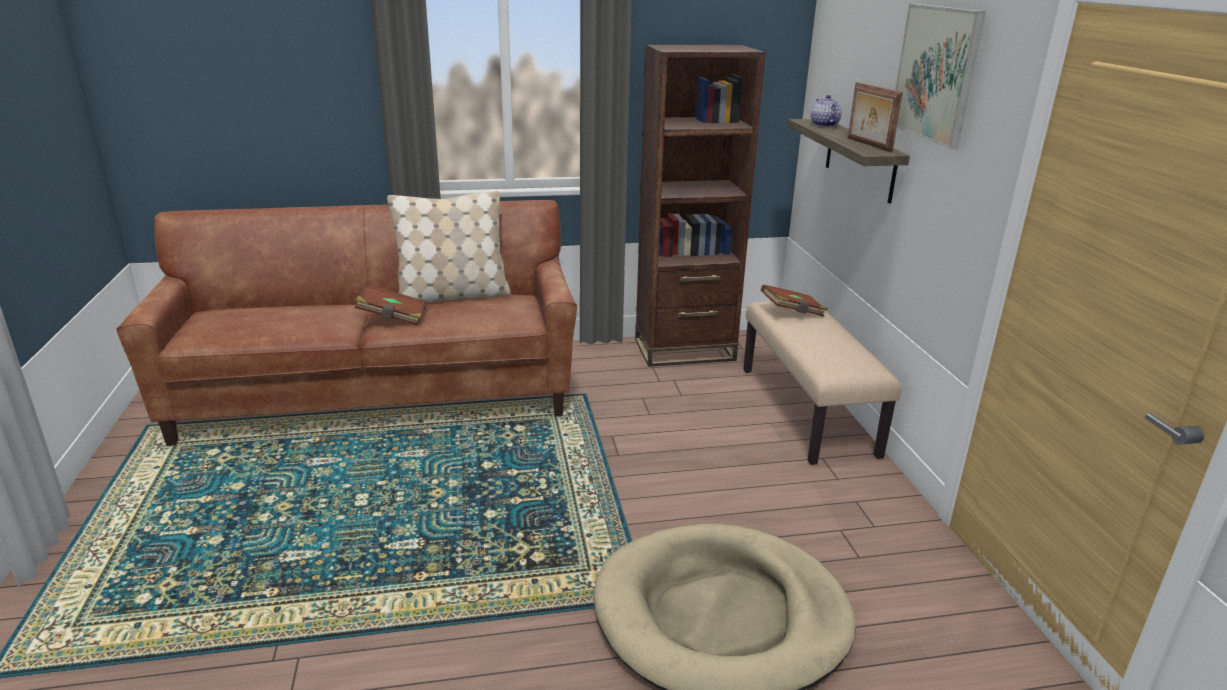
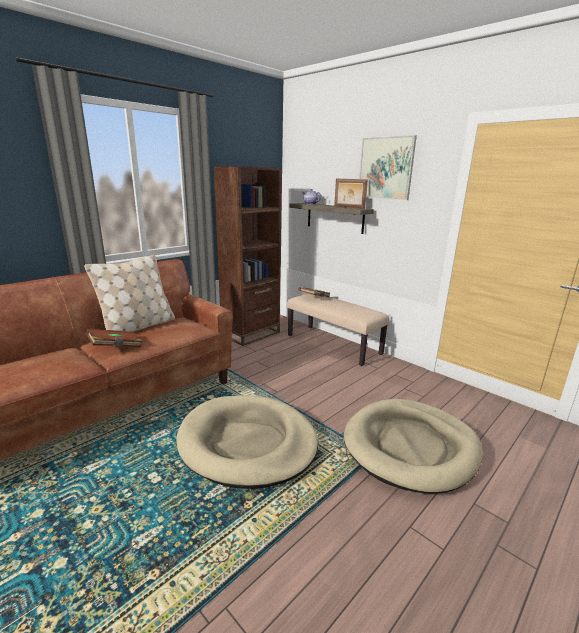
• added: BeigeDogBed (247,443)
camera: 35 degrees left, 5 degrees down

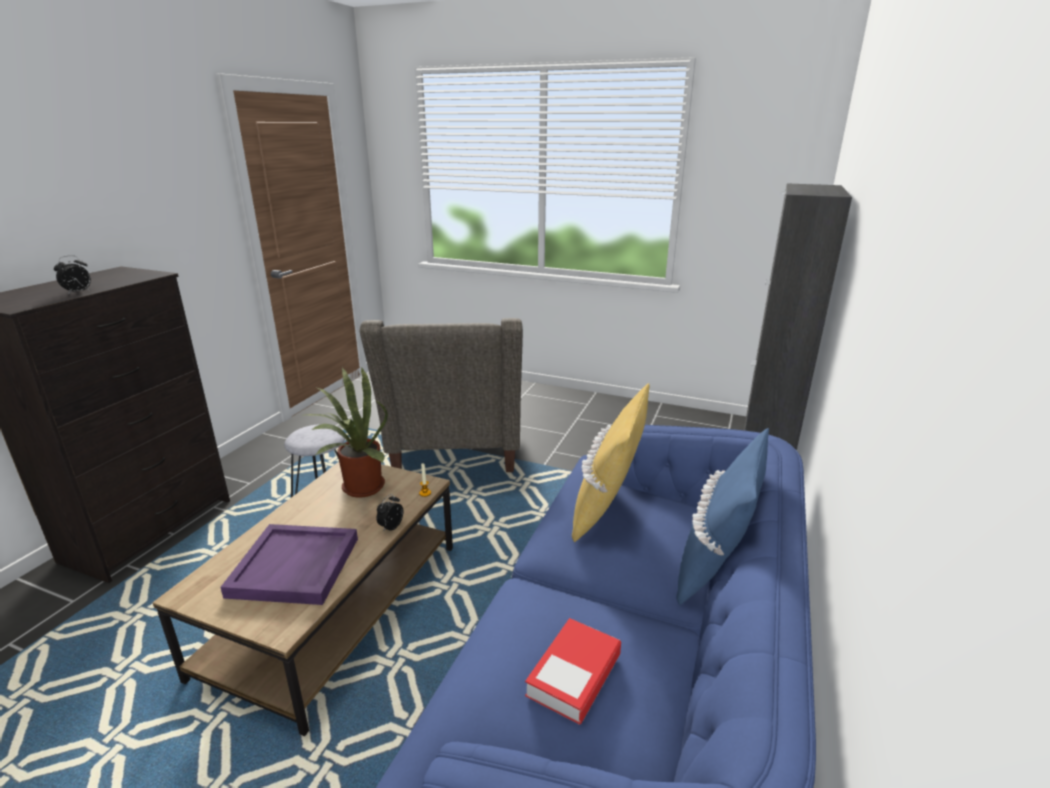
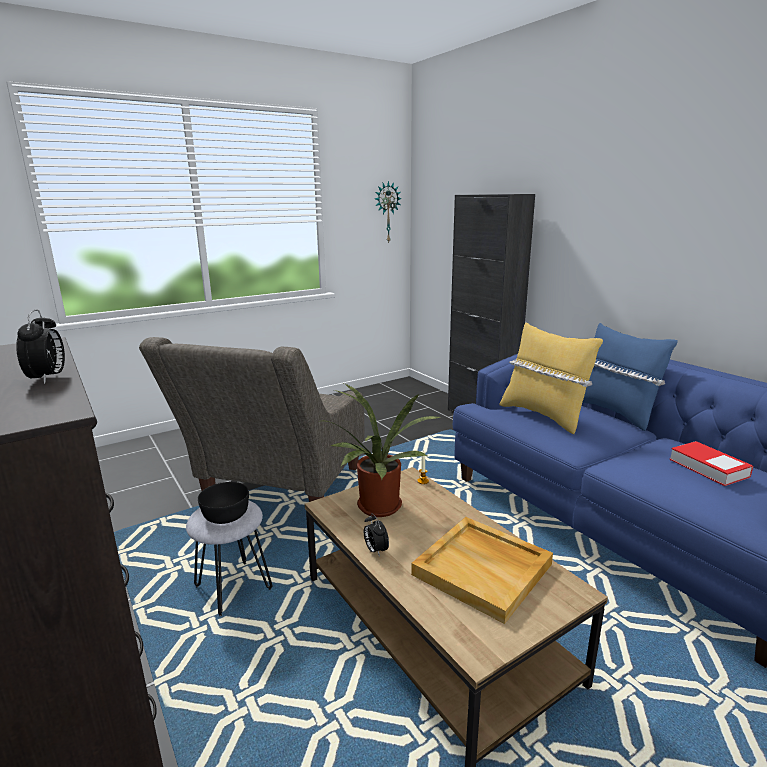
• recoloured: PurpleTray (295,567) to BeigeTray (483,569)
• turned: GreyArmchair (454,457) = (276,492) 75 degrees clockwise
• moved: AlarmClock (391,527) to (375,550)
• added: BlackBowl (225,515)
• added: WallClock (387,212)
camera: 55 degrees left, 5 degrees down

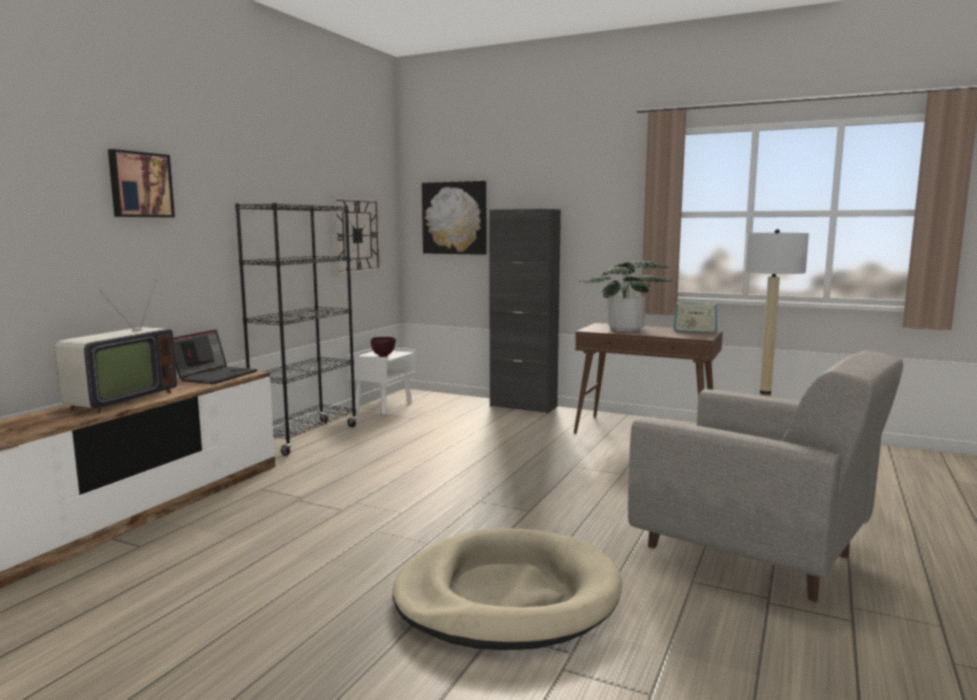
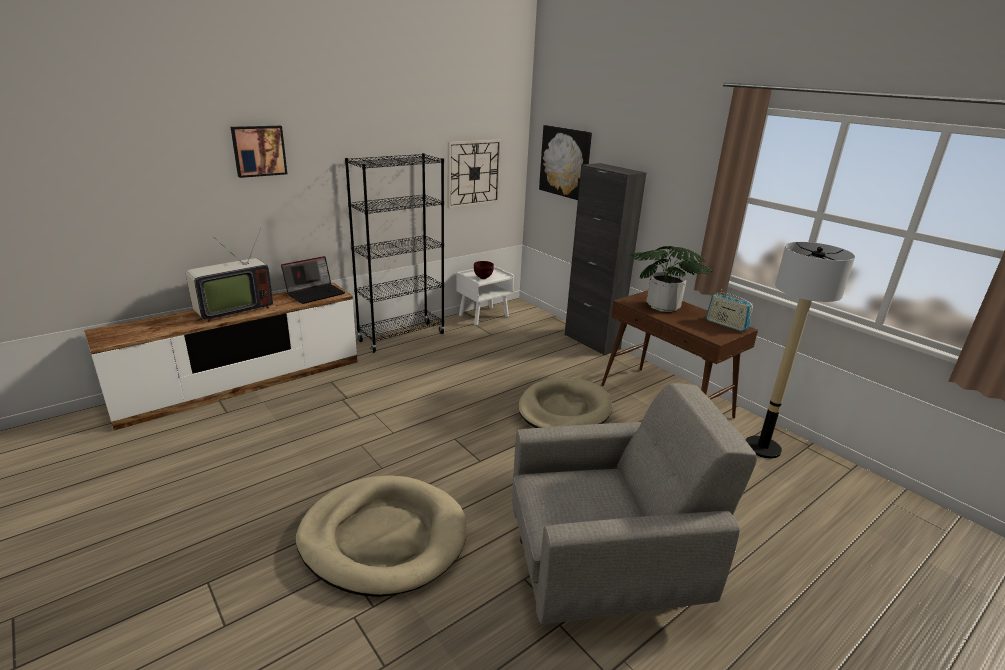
• turned: GreyArmchair (754,554) = (605,571) 75 degrees counterclockwise
• added: BeigeDogBed (564,410)
camera: 25 degrees right, 15 degrees up

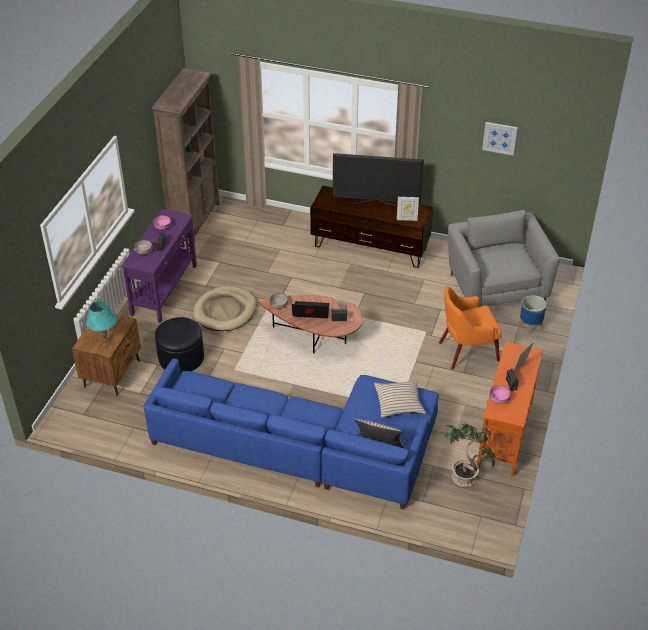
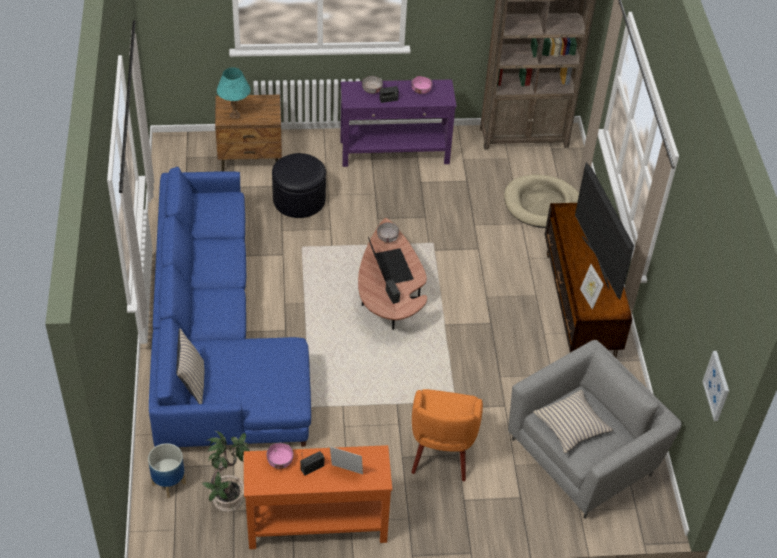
• moved: BeigeDogBed (225,311) to (542,205)
• moved: BeigePillow (399,402) to (571,426)
• turned: OrangeArmchair (466,351) = (441,451) 135 degrees counterclockwise
• moved: Picture (499,138) to (717,385)
• moved: Planter (529,327) to (168,483)
camera: 65 degrees right, 5 degrees up

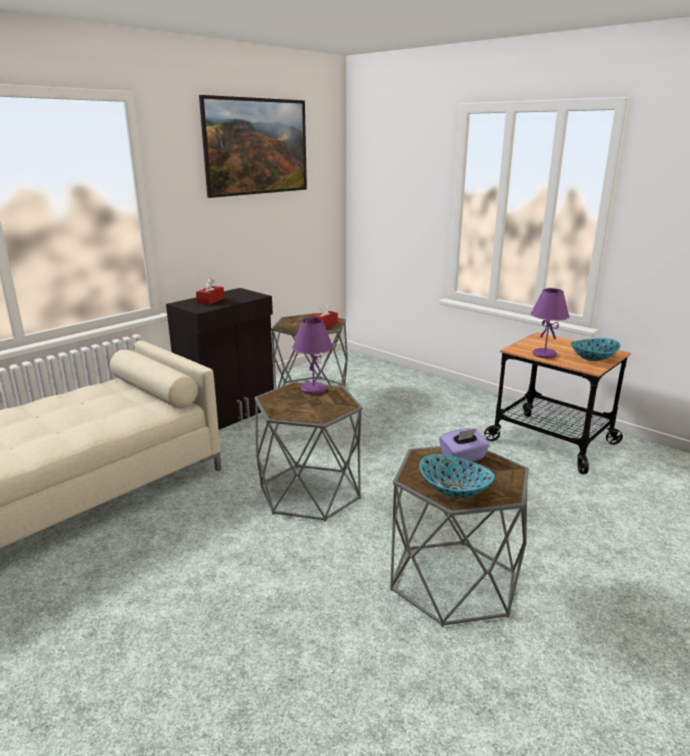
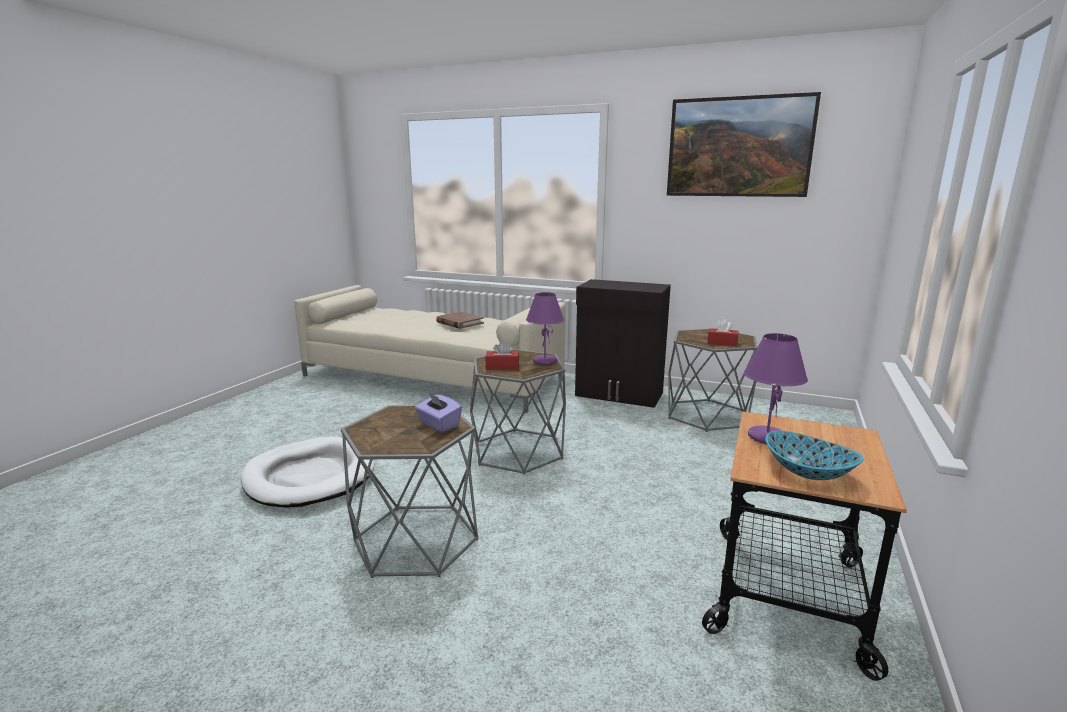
• moved: RedTissueBox (210,301) to (502,367)
• removed: Bowl (454,491)
• added: WhiteDogBed (309,477)
• added: BrownBook (459,322)
camera: 70 degrees right, 5 degrees down

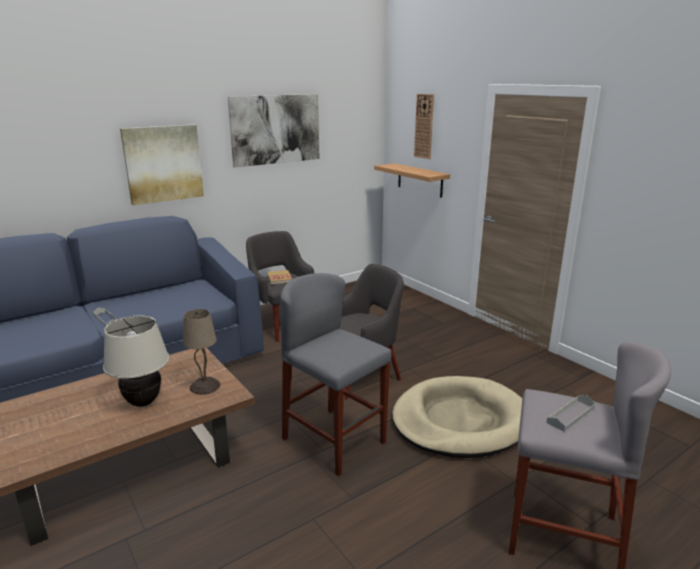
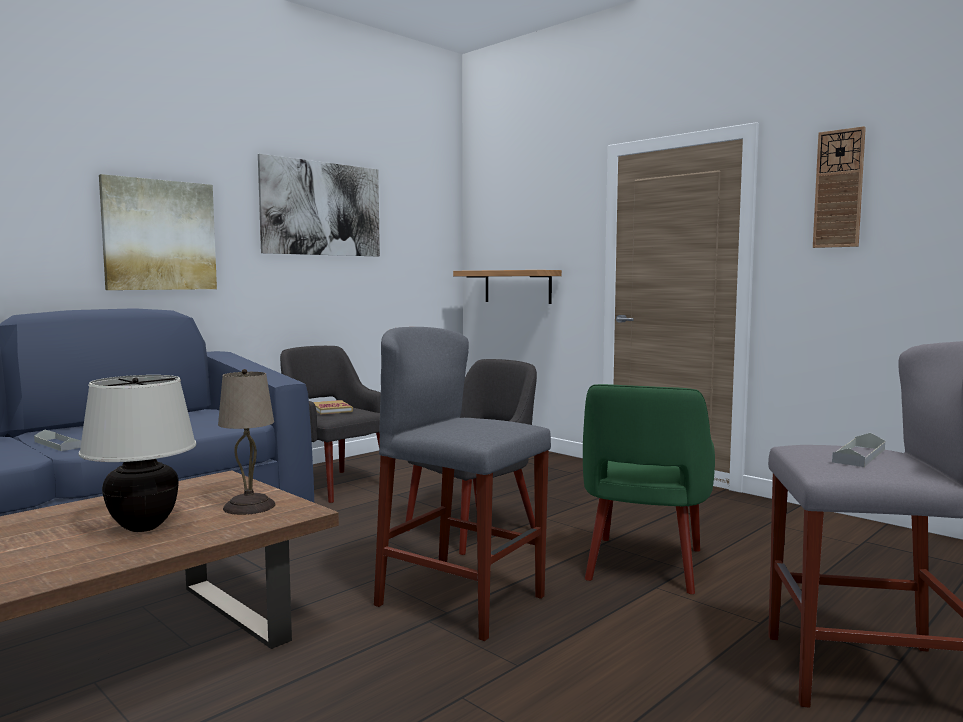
• replaced: BeigeDogBed (459,421) to GreenArmchair (644,565)
• moved: WallClock (424,126) to (839,189)
camera: 10 degrees left, 15 degrees down

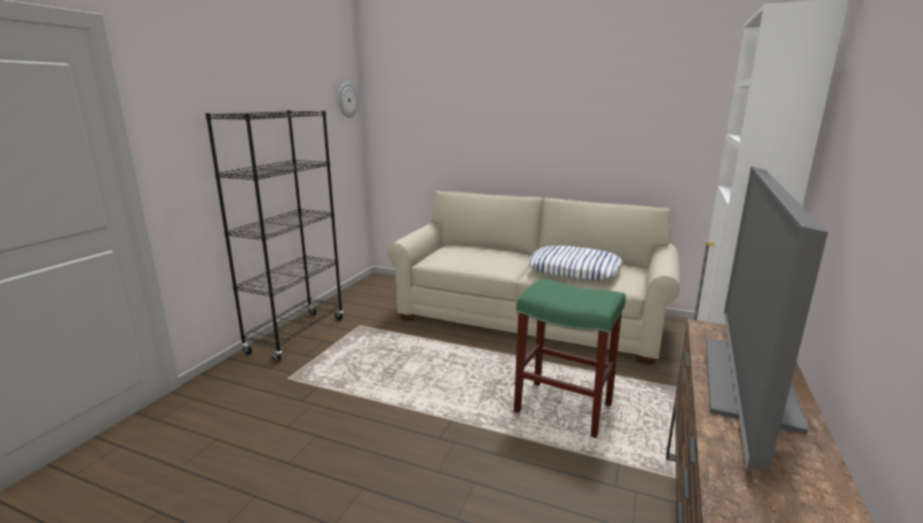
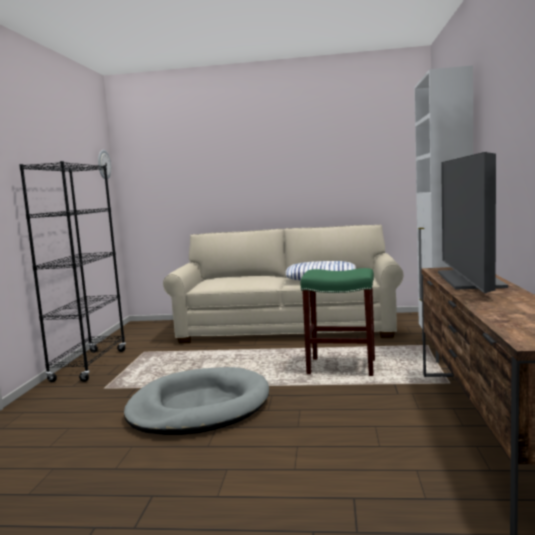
• added: GreyDogBed (199,407)
camera: 15 degrees left, 10 degrees down

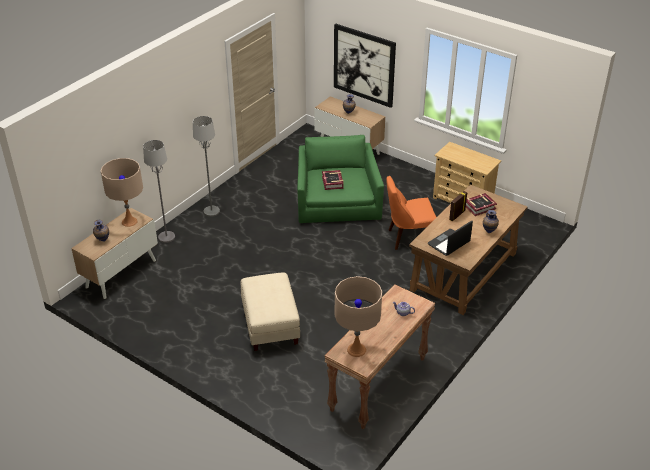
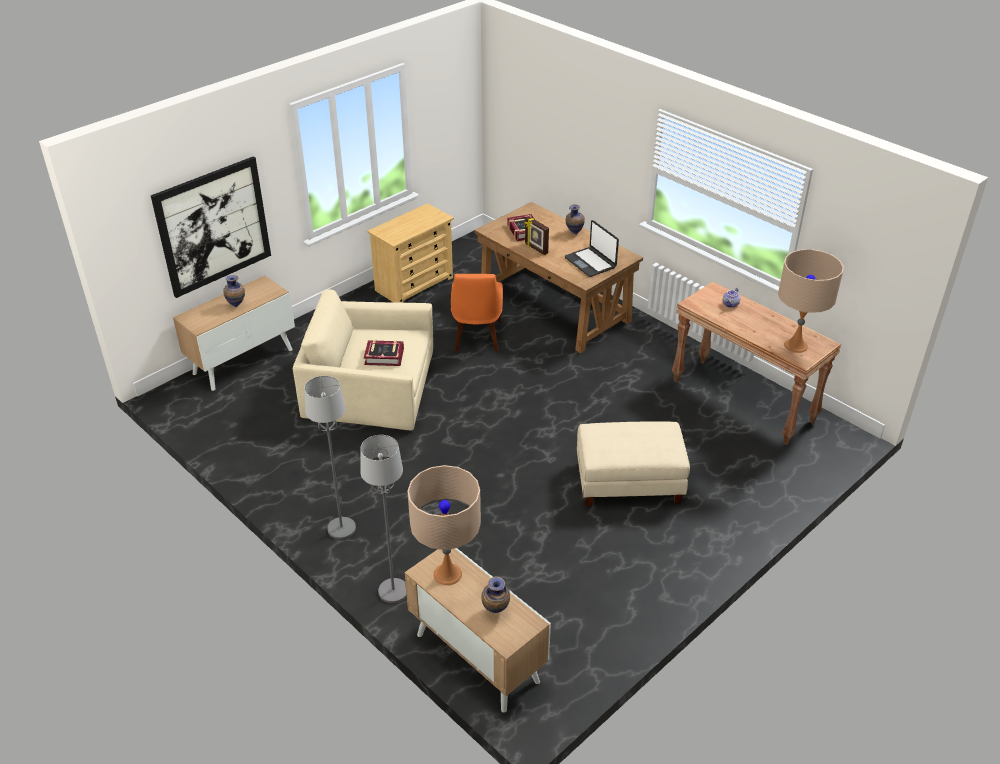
• recoloured: GreenArmchair (337,201) to BeigeArmchair (370,388)
camera: 80 degrees left, 0 degrees up

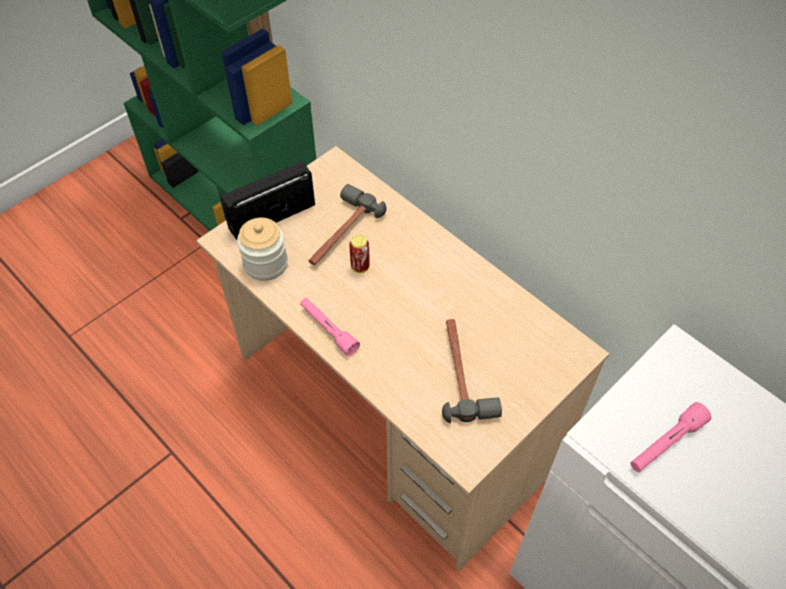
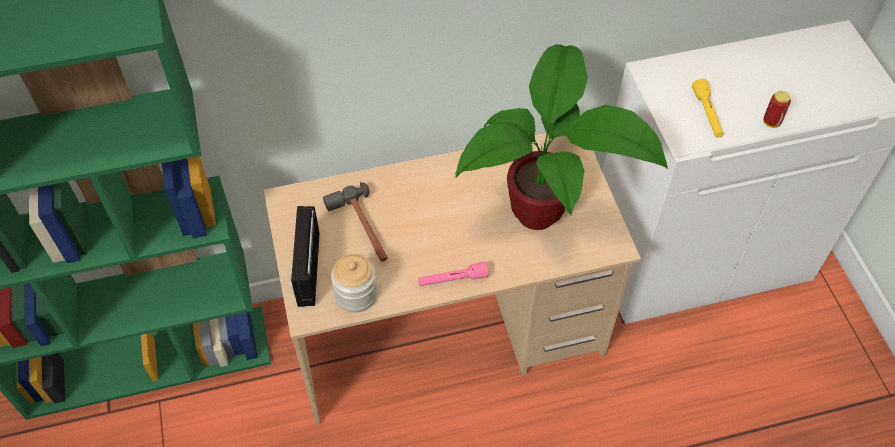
• moved: Can (360,267) to (771,122)
• replaced: Hammer (462,372) to PottedPlant (545,214)
• recoloured: PinkFlashlight (666,443) to YellowFlashlight (707,114)
camera: 60 degrees left, 0 degrees up

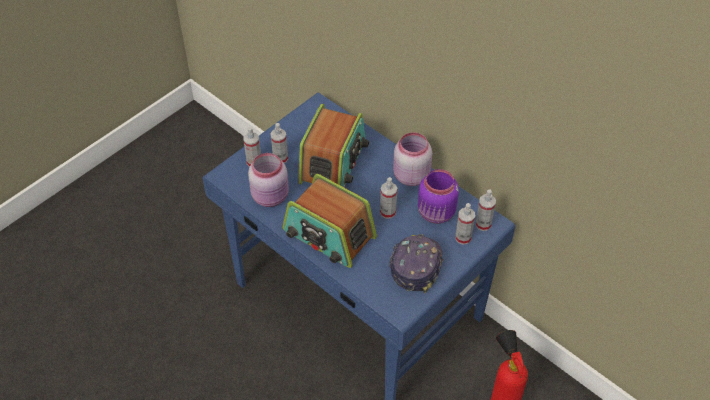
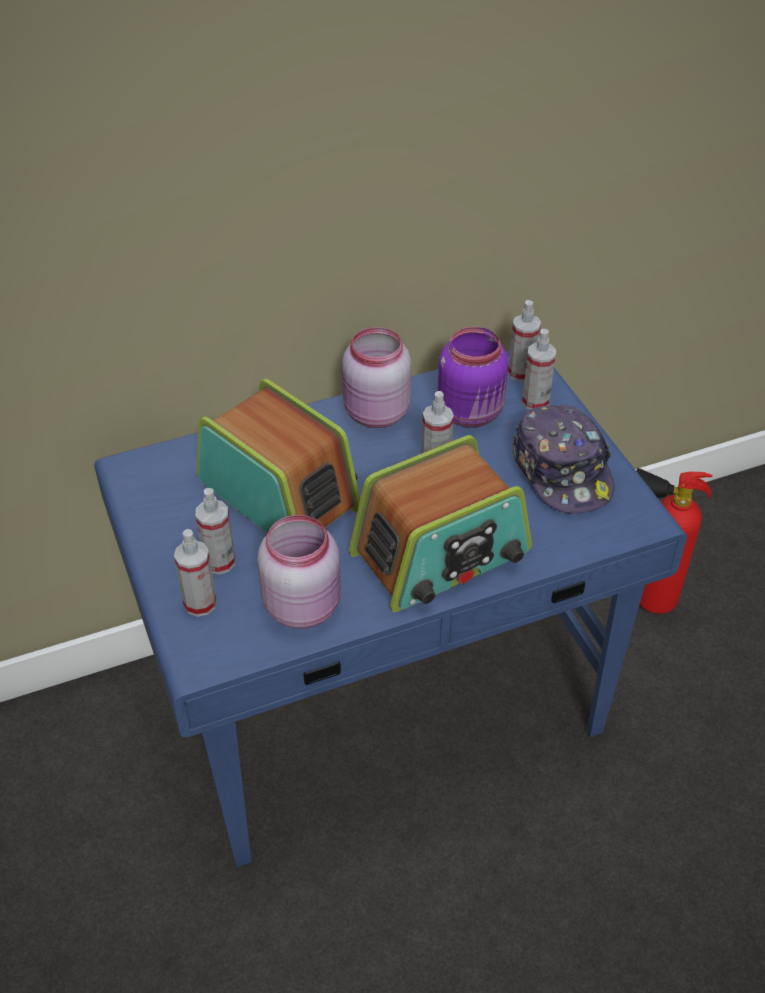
• turned: Cap (415,265) = (562,471) 150 degrees counterclockwise
camera: 65 degrees left, 5 degrees down

